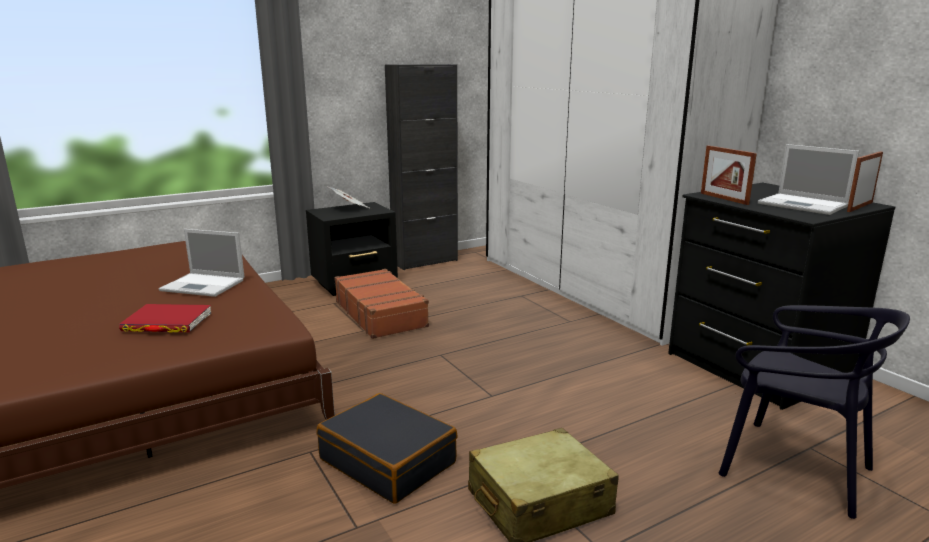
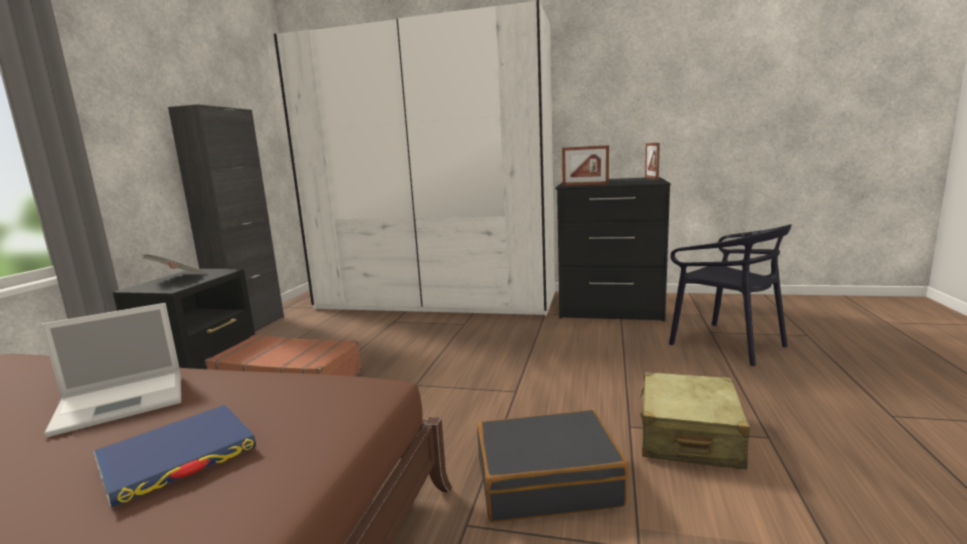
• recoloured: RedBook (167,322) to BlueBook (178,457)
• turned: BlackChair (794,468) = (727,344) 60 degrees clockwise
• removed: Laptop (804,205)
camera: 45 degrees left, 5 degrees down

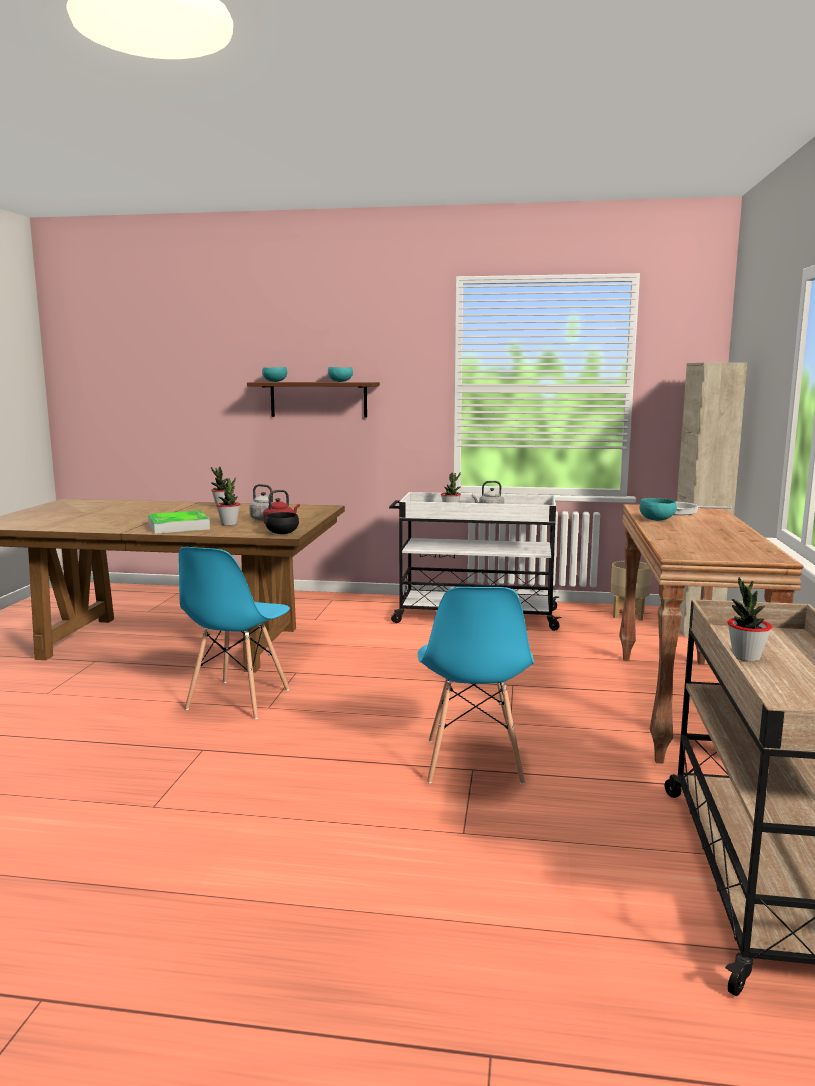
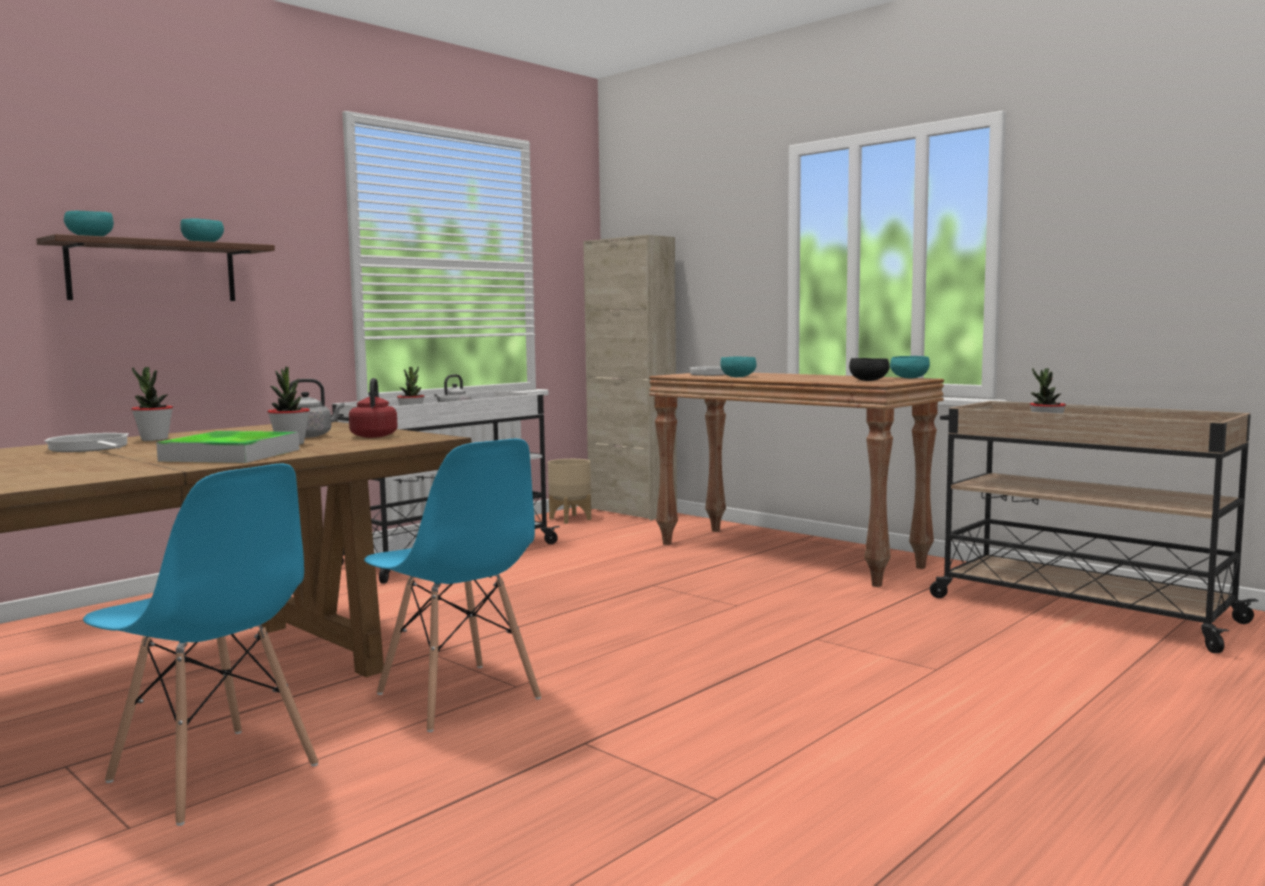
• moved: BlackBowl (282,533) to (869,381)
• moved: BlueChair (473,762) to (213,774)
• added: FryingPan (90,448)
• added: TurquoiseBowl (909,378)
camera: 55 degrees left, 5 degrees down

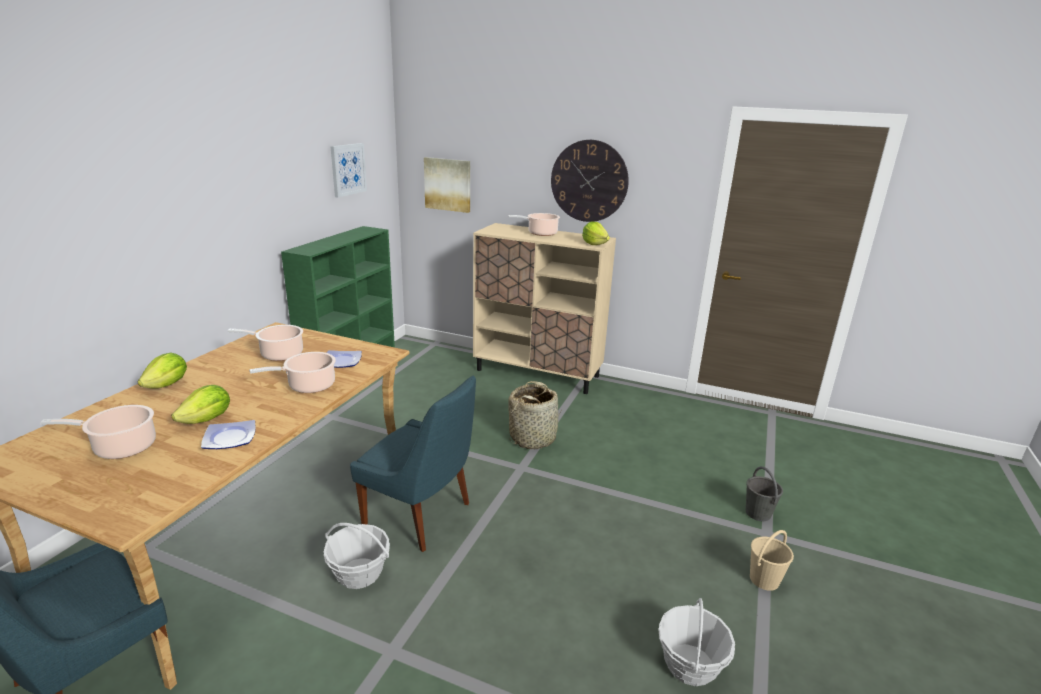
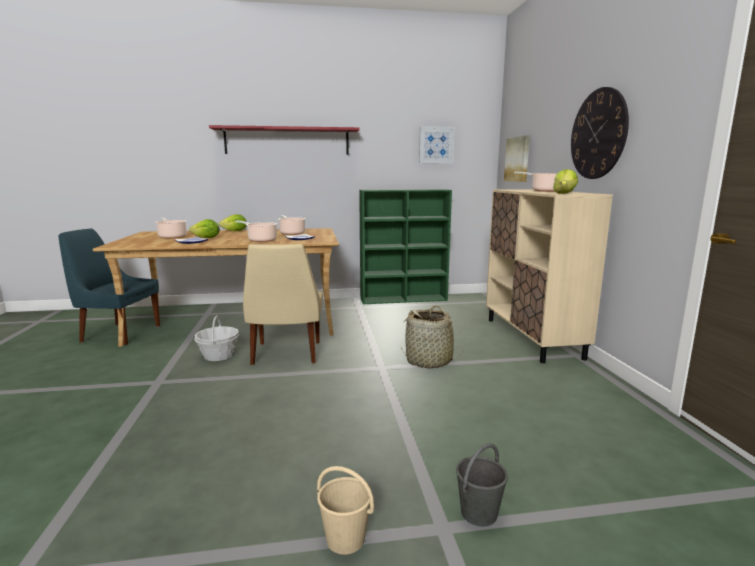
• recoloured: BlueChair (421,516) to BeigeChair (286,354)
• removed: Basket (690,664)
• added: RedShelf (287,141)
camera: 60 degrees right, 10 degrees down

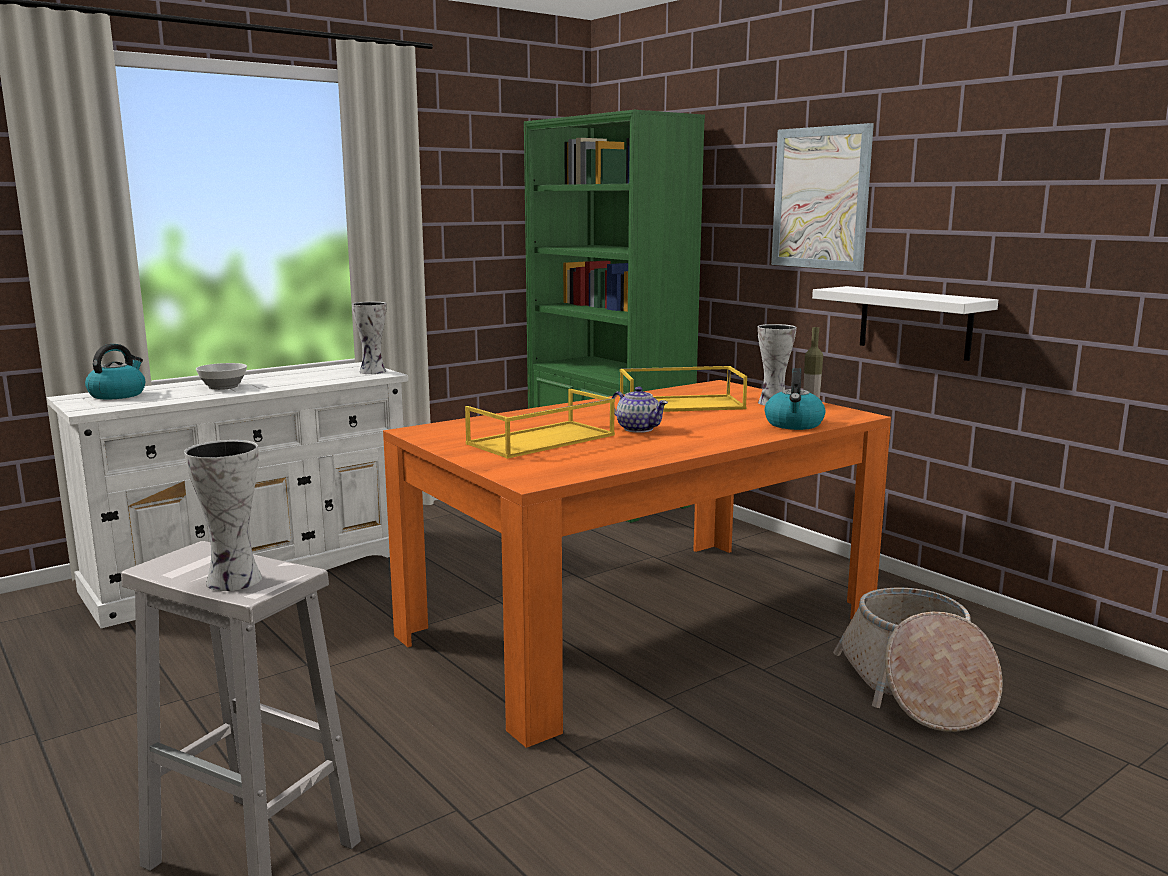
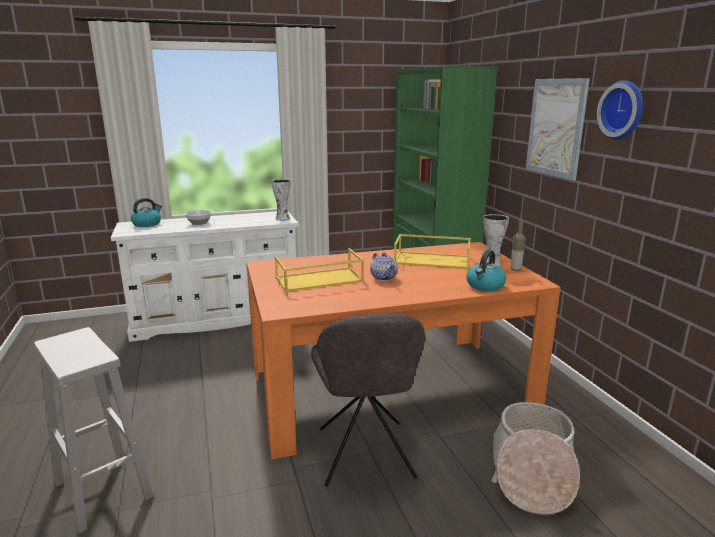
• removed: Vase (232,581)
• removed: WhiteShelf (915,322)
• added: GreyChair (365,456)
• added: WallClock (624,110)
camera: 20 degrees right, 5 degrees up

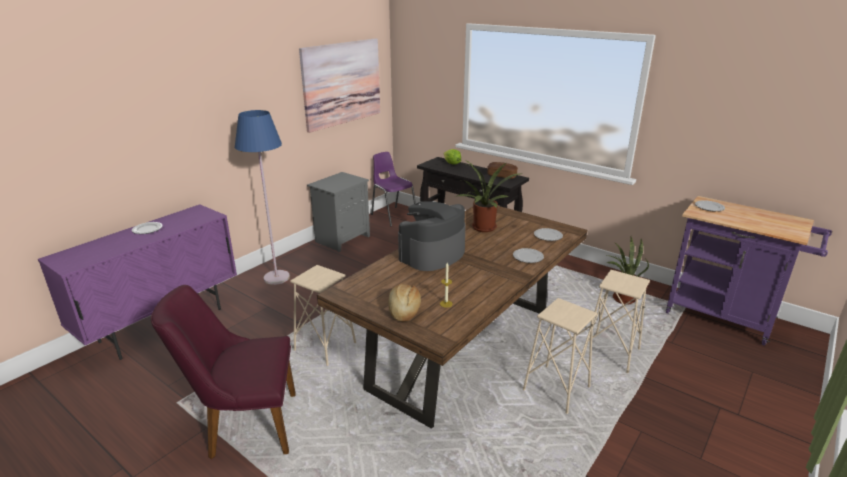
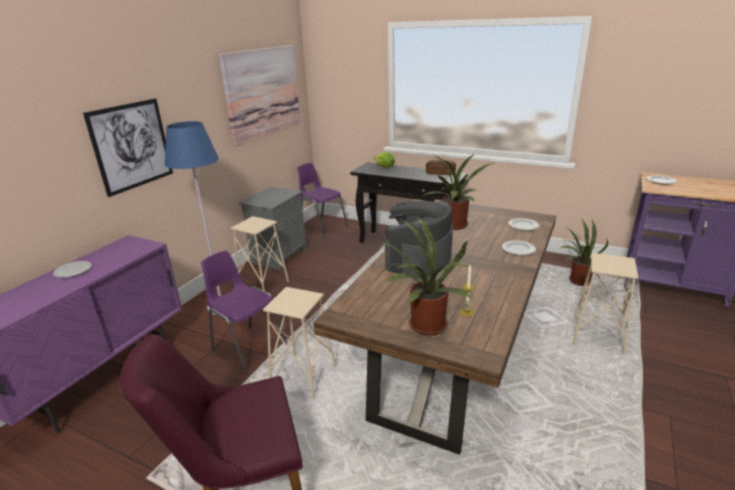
• replaced: Bread (403,310) to PottedPlant (424,327)
• moved: BeigeStool (556,389) to (263,285)
• added: Picture (132,146)
• added: PurpleChair (248,347)
camera: 10 degrees left, 0 degrees up

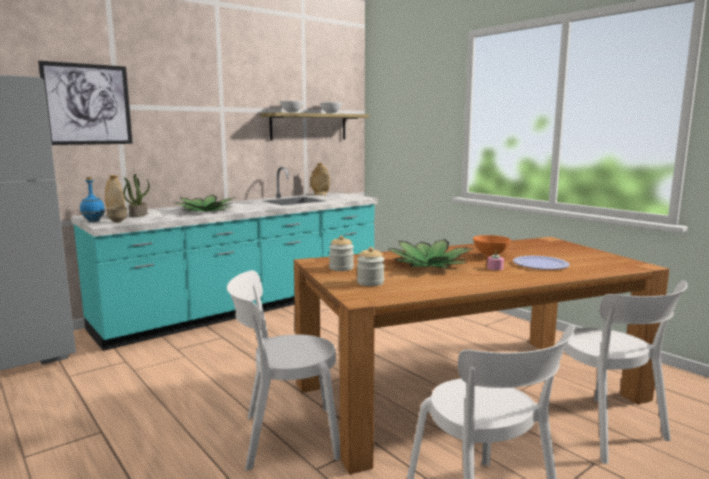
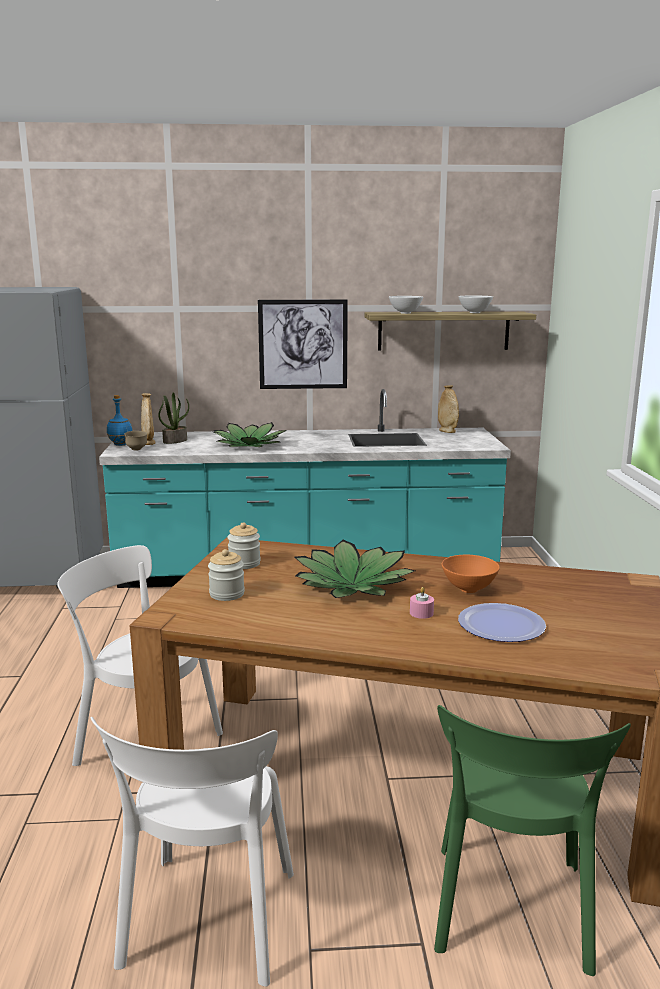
• moved: Picture (87,104) to (303,344)
• recoloured: WhiteChair (605,431) to GreenChair (510,913)
camera: 35 degrees right, 5 degrees up

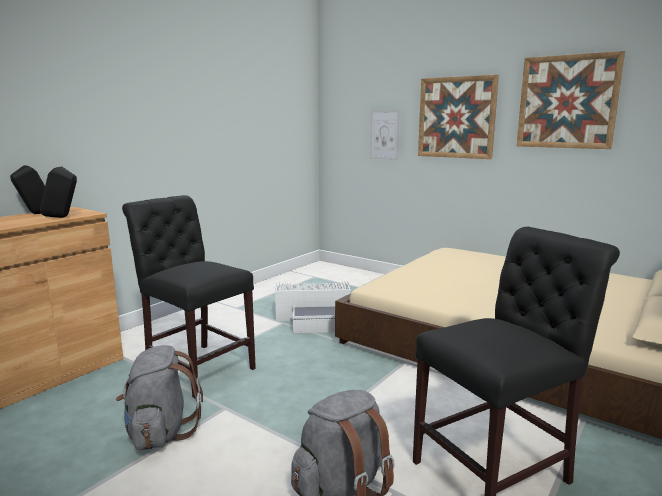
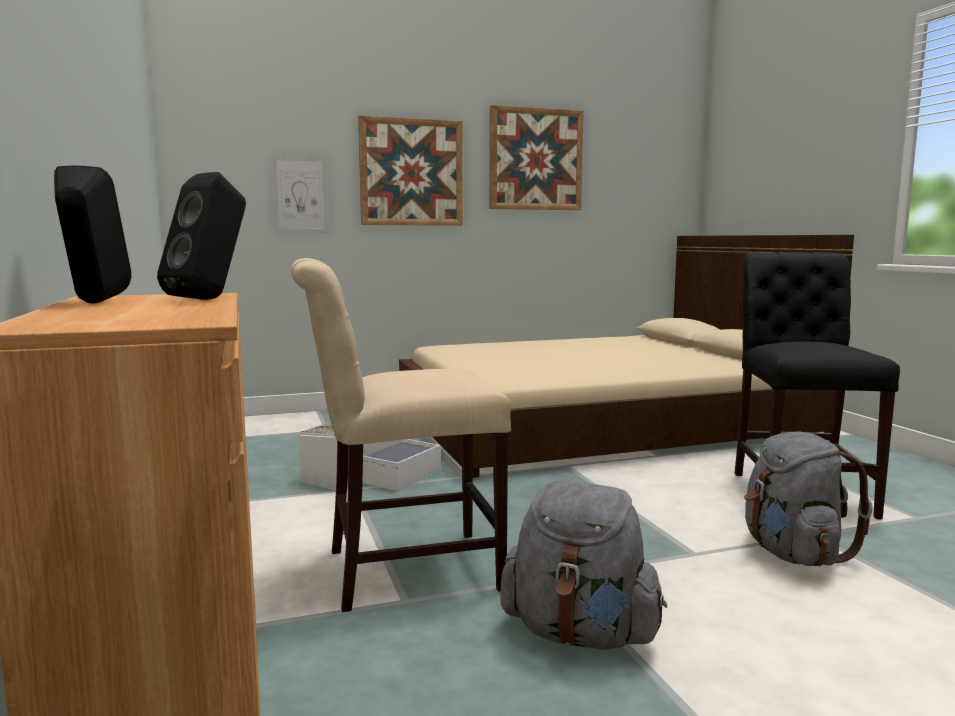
• recoloured: BlackChair (197,367) to BeigeChair (401,570)
camera: 55 degrees left, 5 degrees down

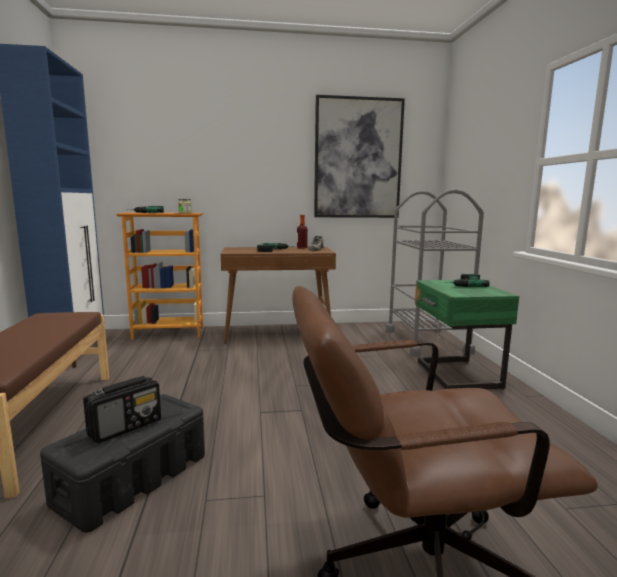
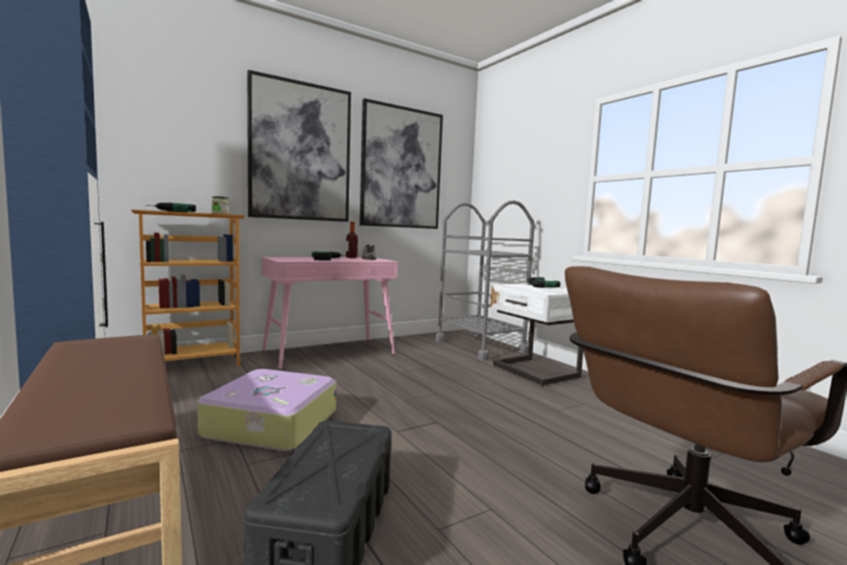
• removed: Radio (126,427)
• recoloured: BrownConsoleTable (278,333) to PinkConsoleTable (330,352)
• recoloured: GreenNightstand (455,376) to WhiteNightstand (534,372)
• added: Suitcase (270,424)
• added: Picture (300,152)
camera: 25 degrees left, 5 degrees down

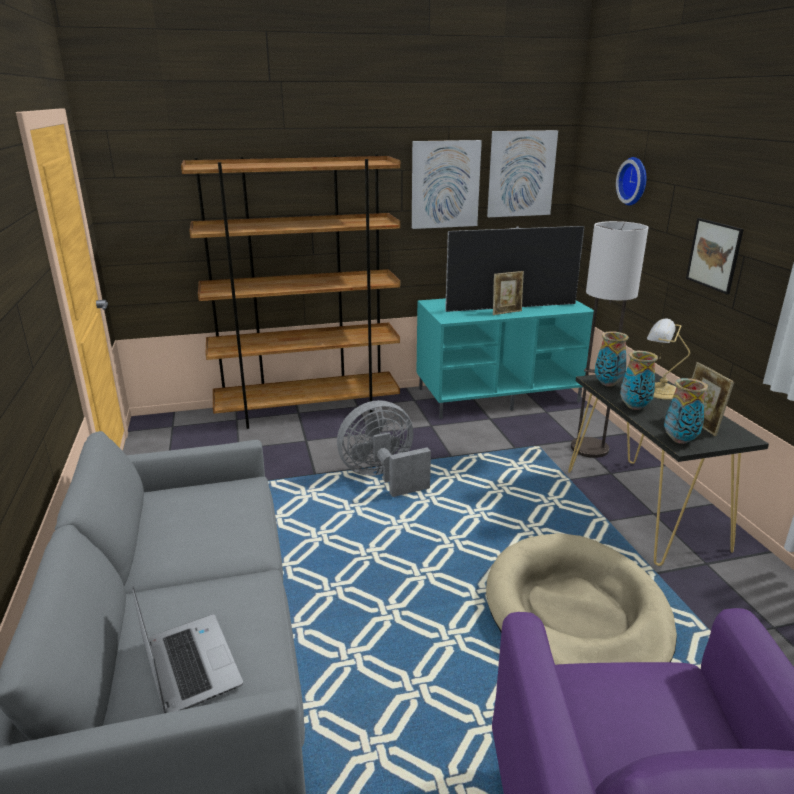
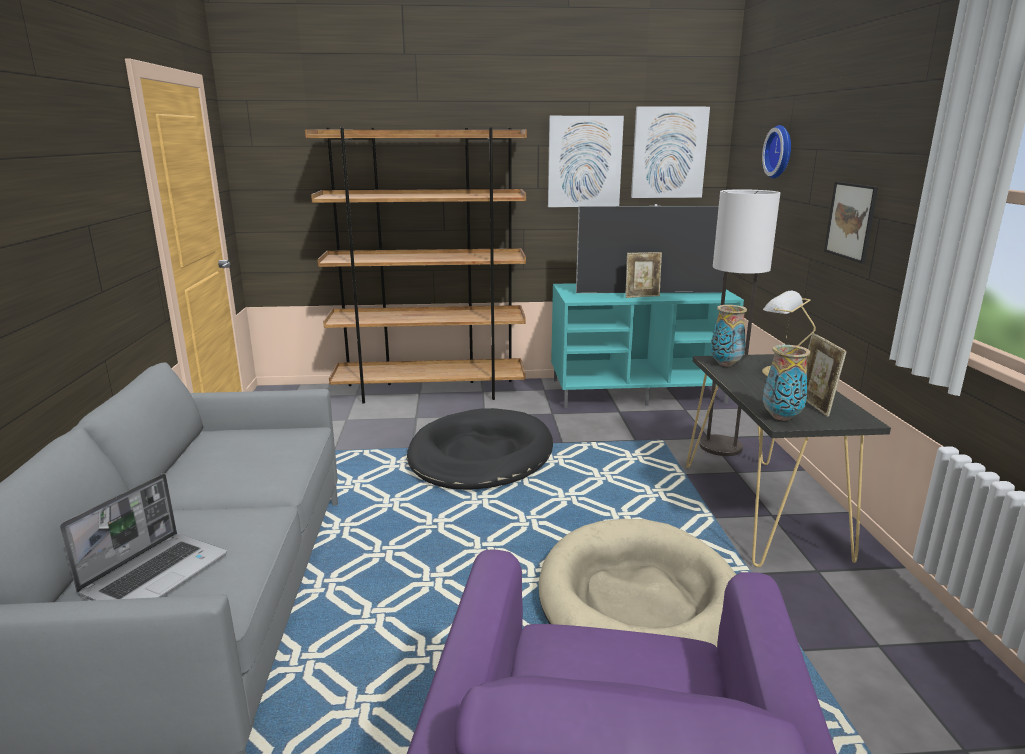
• turned: Laptop (189,664) = (156,573) 45 degrees clockwise
• replaced: GreyFan (382,477) to BlackDogBed (480,455)
• removed: Vase (634,407)
camera: 10 degrees right, 5 degrees down

